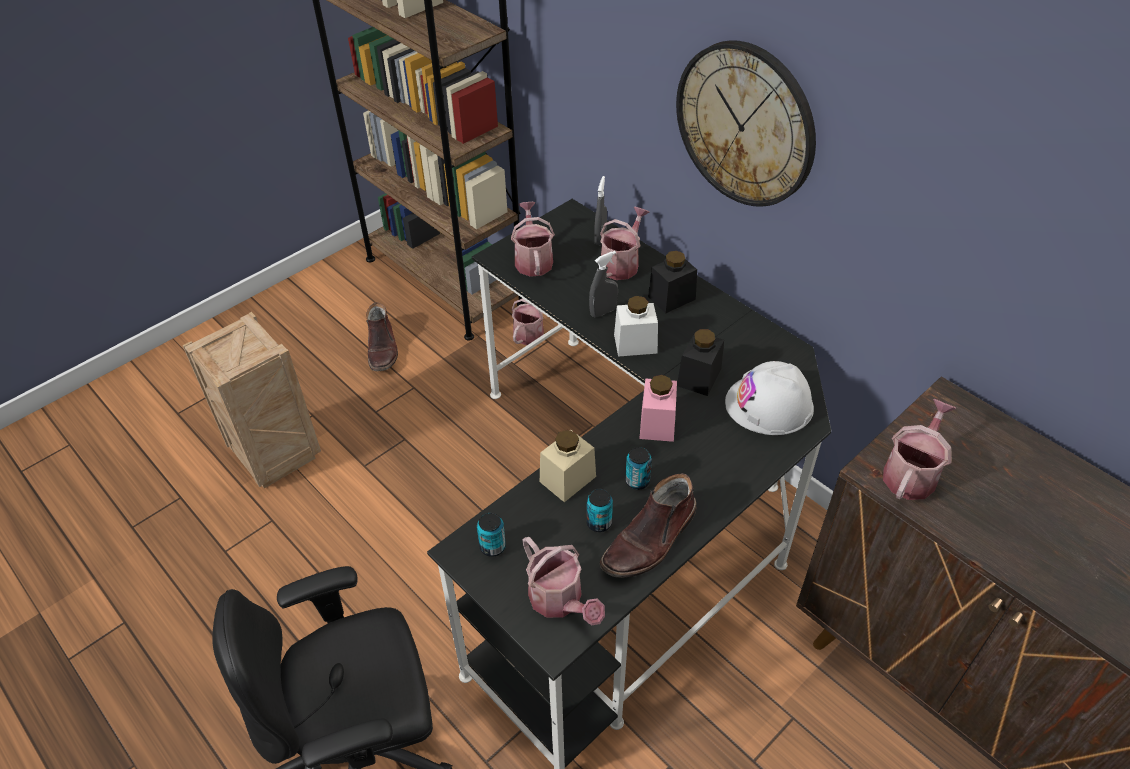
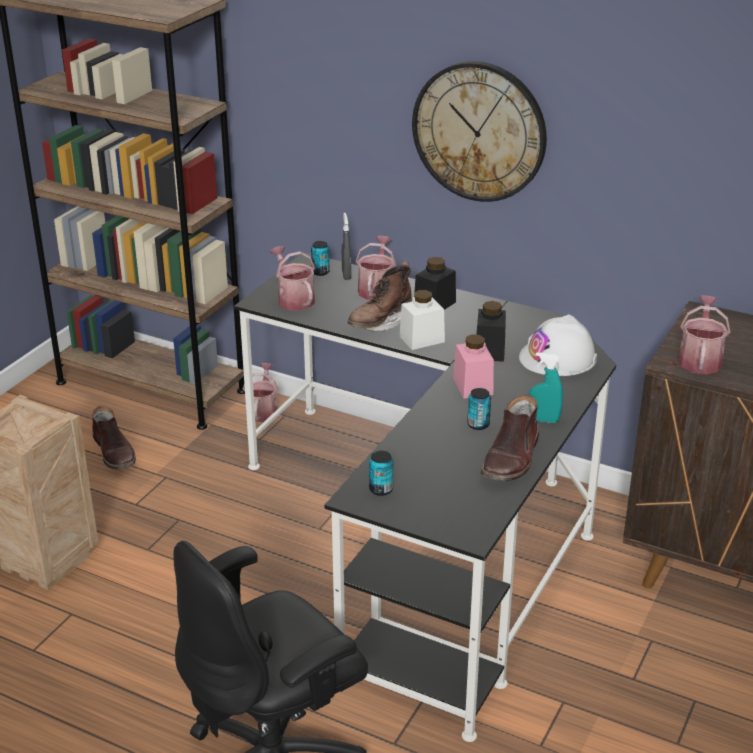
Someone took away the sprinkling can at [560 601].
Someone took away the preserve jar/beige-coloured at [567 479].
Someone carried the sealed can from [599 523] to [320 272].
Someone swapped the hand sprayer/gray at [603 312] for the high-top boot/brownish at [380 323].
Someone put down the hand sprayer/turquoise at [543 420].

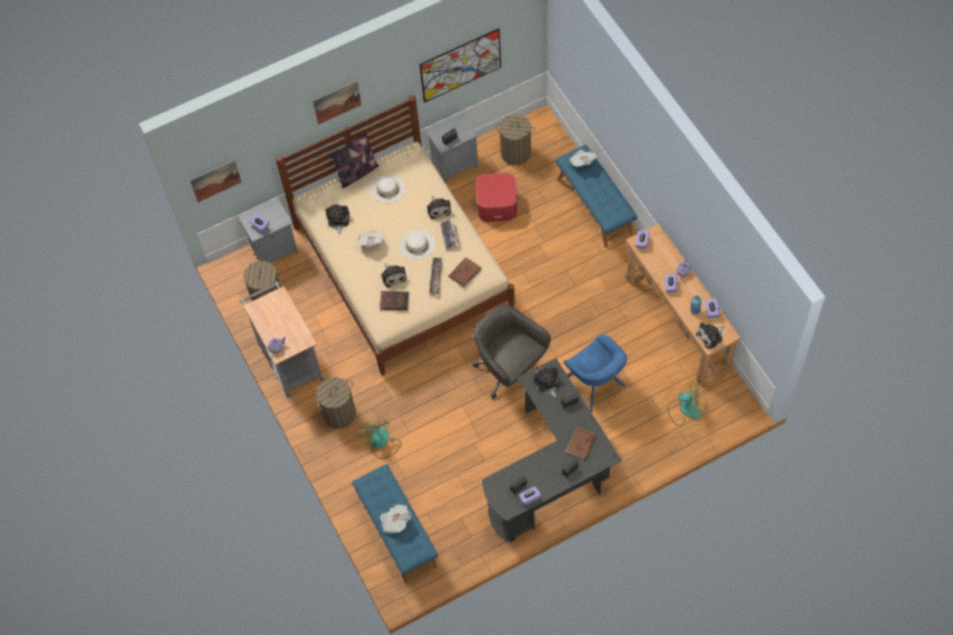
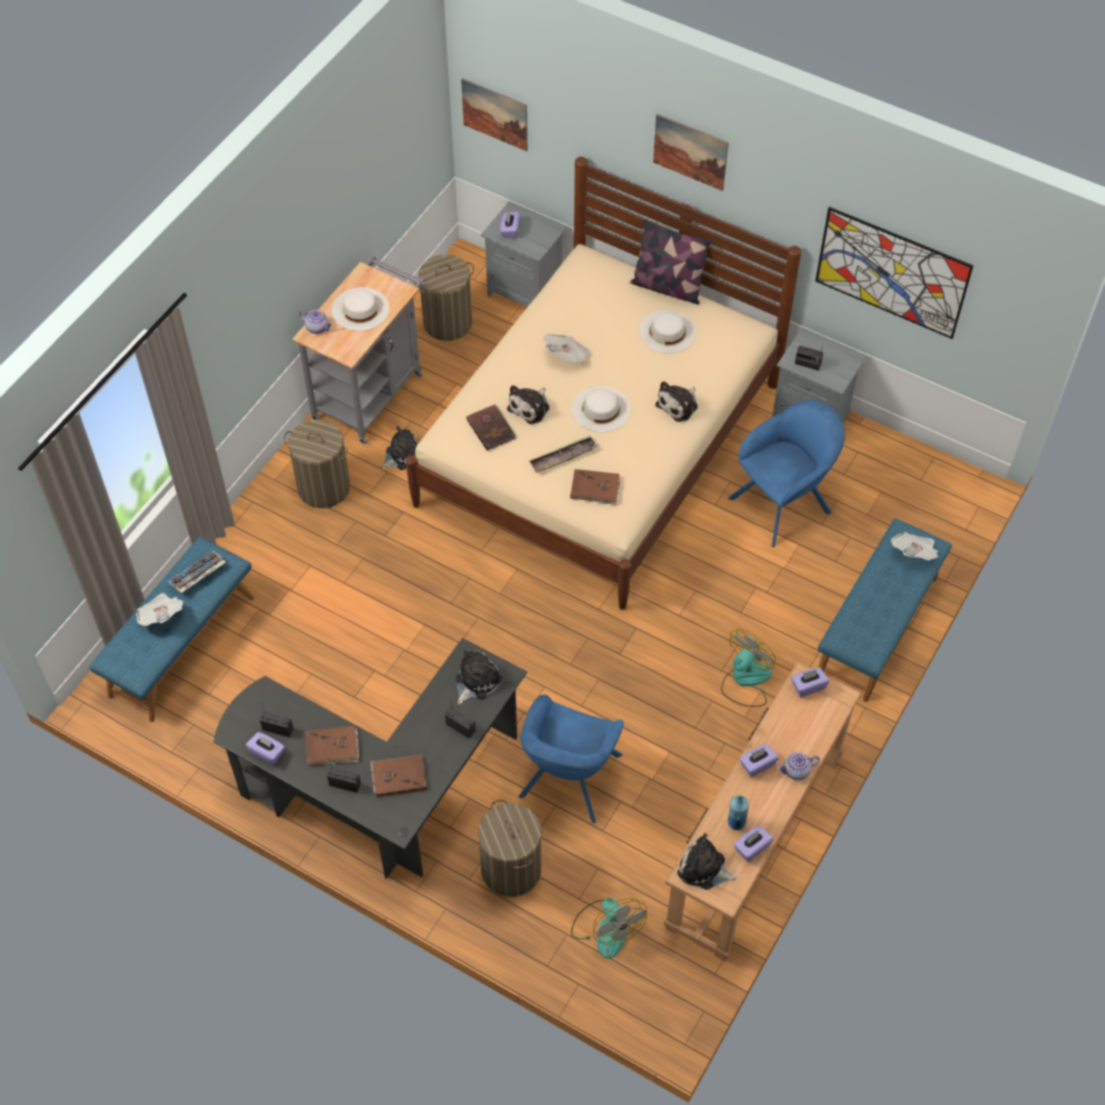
Someone carried the soft toy from [338 220] to [402 455].
Someone carried the fan from [381 443] to [745 680].
Someone carried the computer keyboard from [450 236] to [198 576].
Someone took away the office chair/gray at [510 371].
Someone swapped the pouffe at [497 204] for the lounge chair/bluish at [784 502].
Someone carried the laundry basket from [516 153] to [511 869].
Someone put down the book/brownish at [332 748].
Someone put down the hat/white-coloured at [360 309].

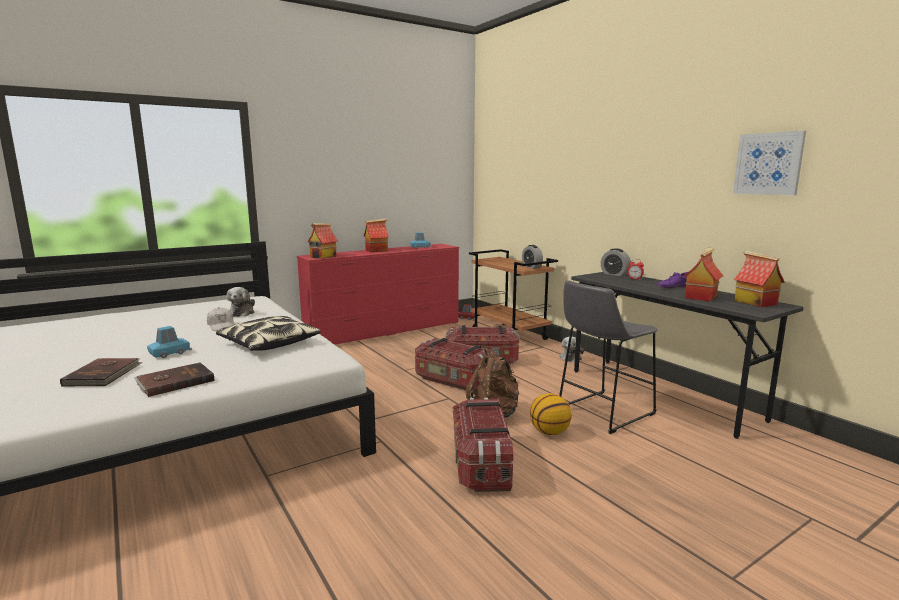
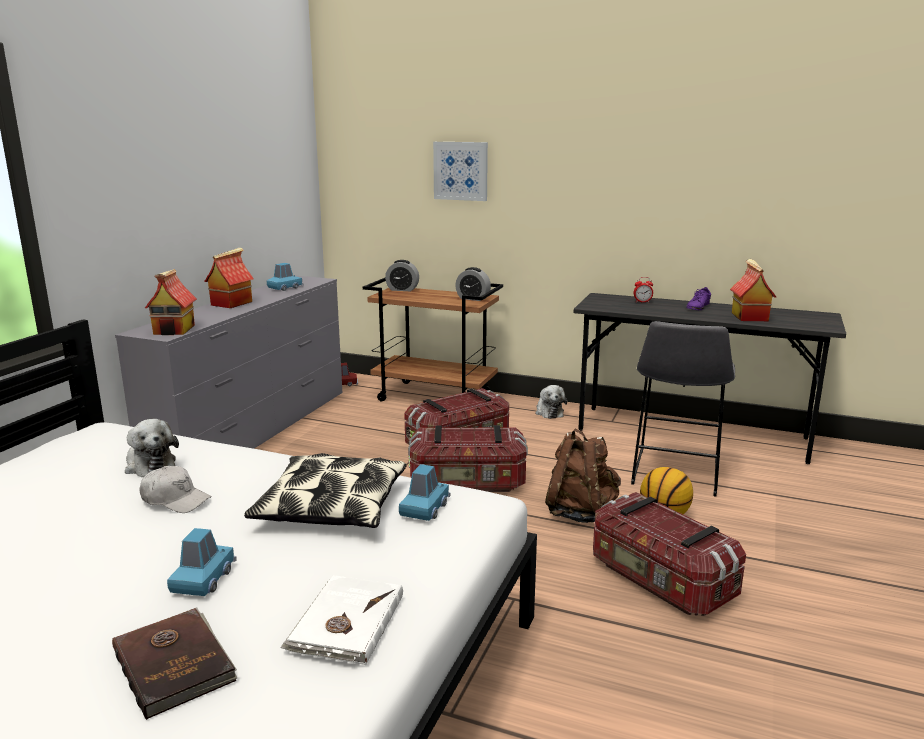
Someone repainted the book/brownish at [175 382], which became the book/white-coloured at [345 623].
Someone repainted the dresser/reddish at [385 331], which became the dresser/gray at [255 432].
Someone carried the bedside clock from [614 274] to [402 289].
Someone carried the wall picture from [768 164] to [461 171].
Someone took away the toy house at [754 302].
Someone put down the miniature car/bluish at [424 508].

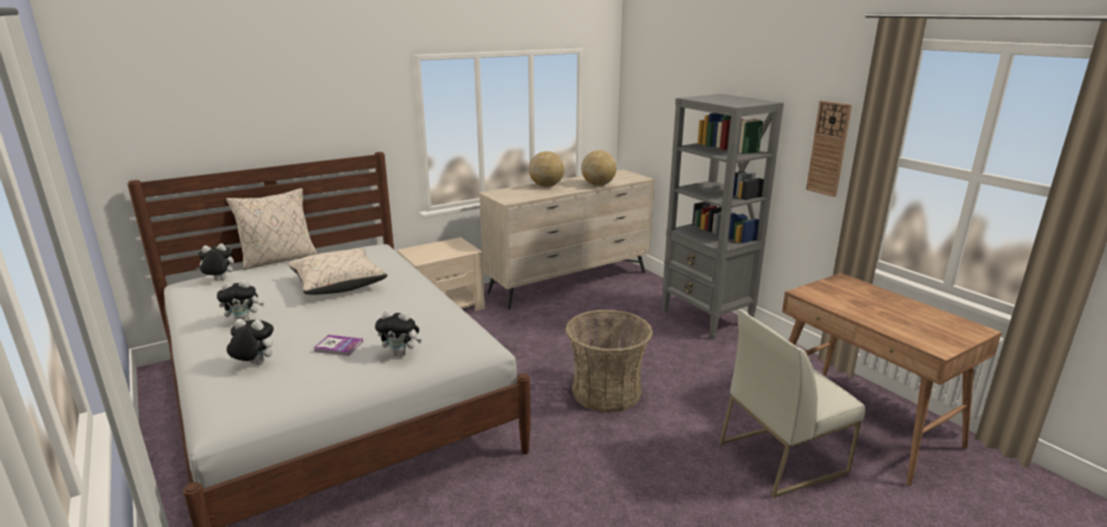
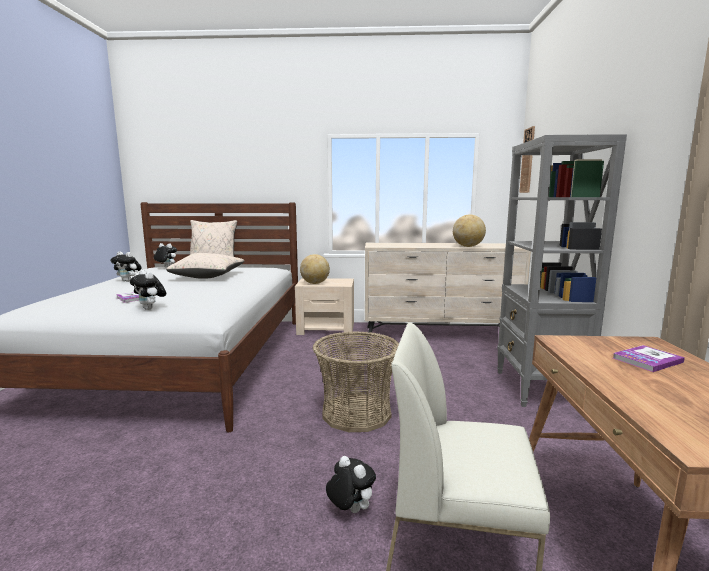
Someone carried the soft toy from [254 364] to [350 510].
Someone carried the world globe from [546 186] to [315 283].
Someone carried the wall clock from [828 148] to [527 160].
Someone put down the book at [647 360].

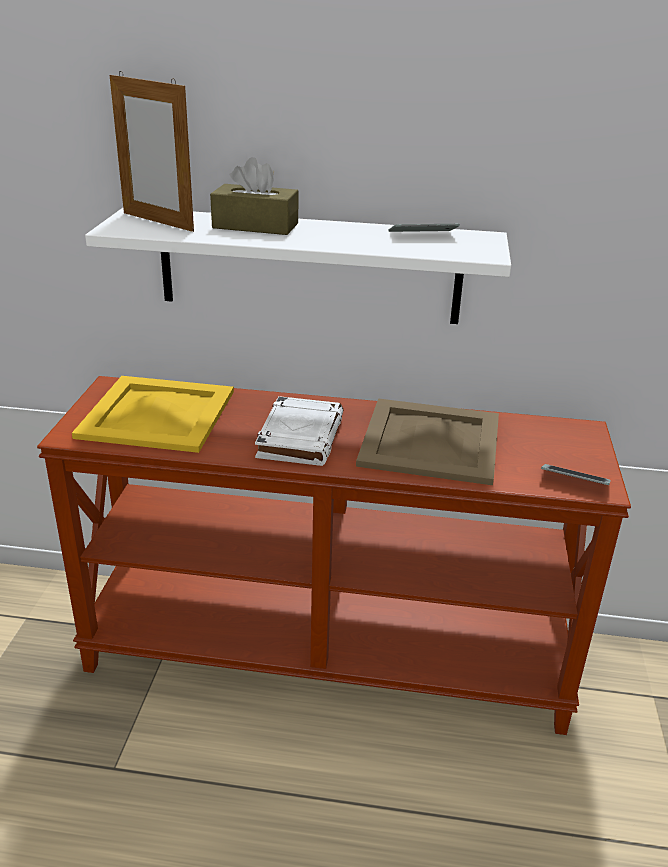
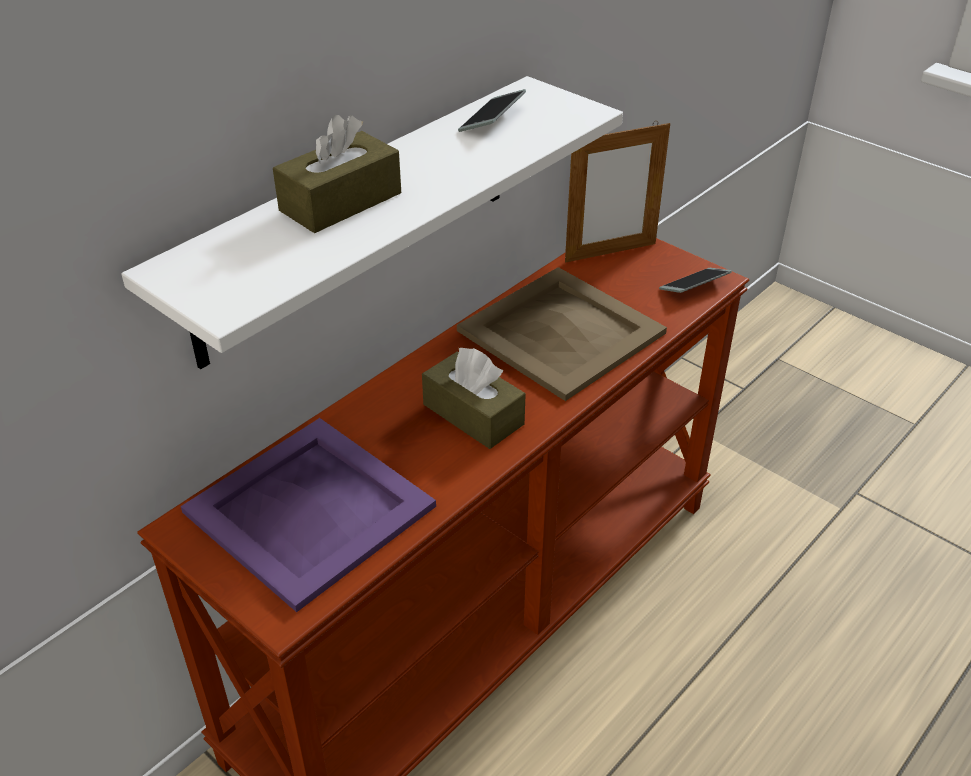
Someone repainted the carrying tray/yellowish at [159 413], which became the carrying tray/purple-coloured at [309 507].
Someone carried the picture frame from [158 222] to [610 252].
Someone swapped the book/white-coloured at [300 437] for the tissue holder/brownish at [473 414].

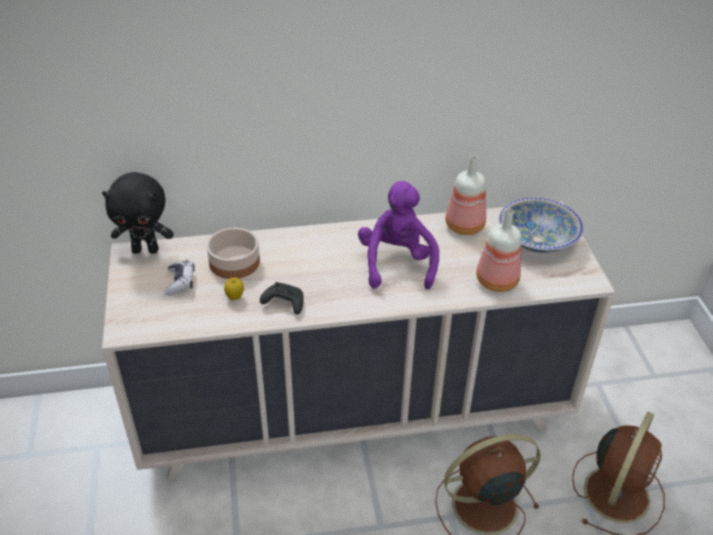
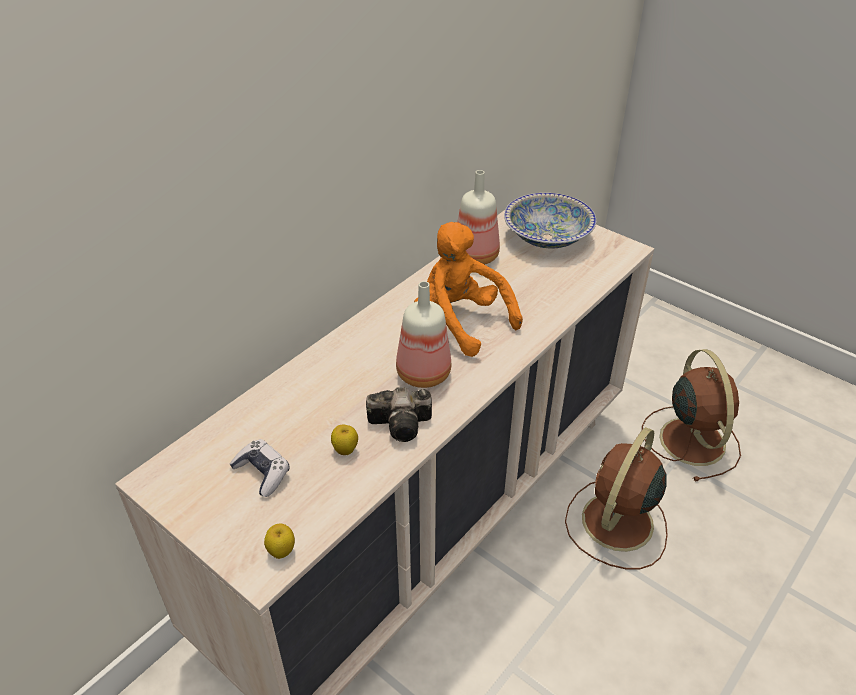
Someone took away the soft toy/blackish at [146 250].
Someone took away the deep dish at [235 262].
Someone swapped the joypad/blackish at [283 303] for the still camera at [403 424].
Someone repainted the soft toy/purple-coloured at [397 263], which became the soft toy/orange at [460 322].
Someone carried the beverage bottle from [495 281] to [422 375].
Someone put down the apple fruit at [282 551].

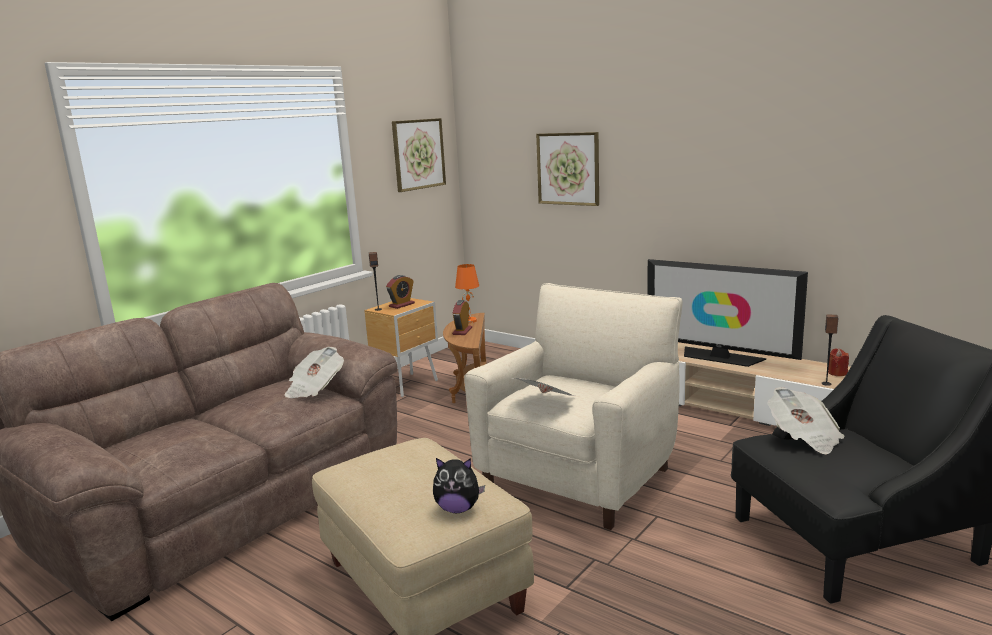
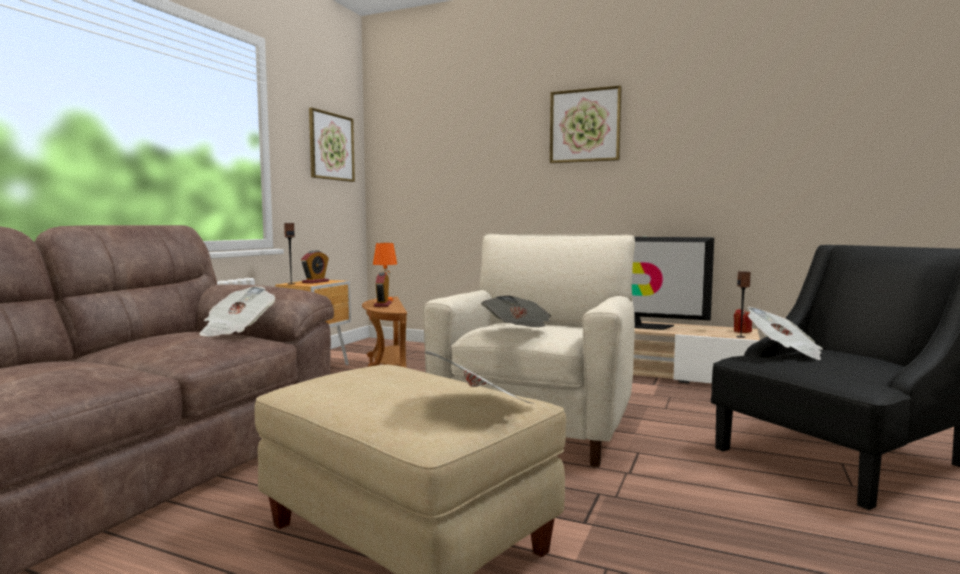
Someone swapped the soft toy at [458 509] for the daily paper at [479 407].
Someone carried the wall picture from [568 169] to [585 126].

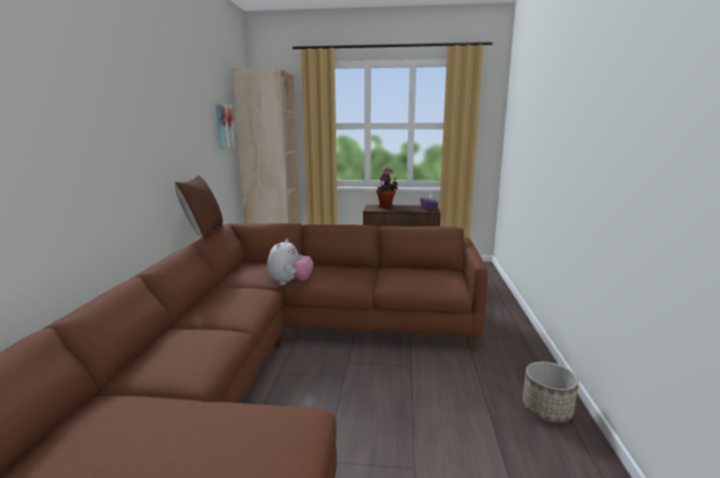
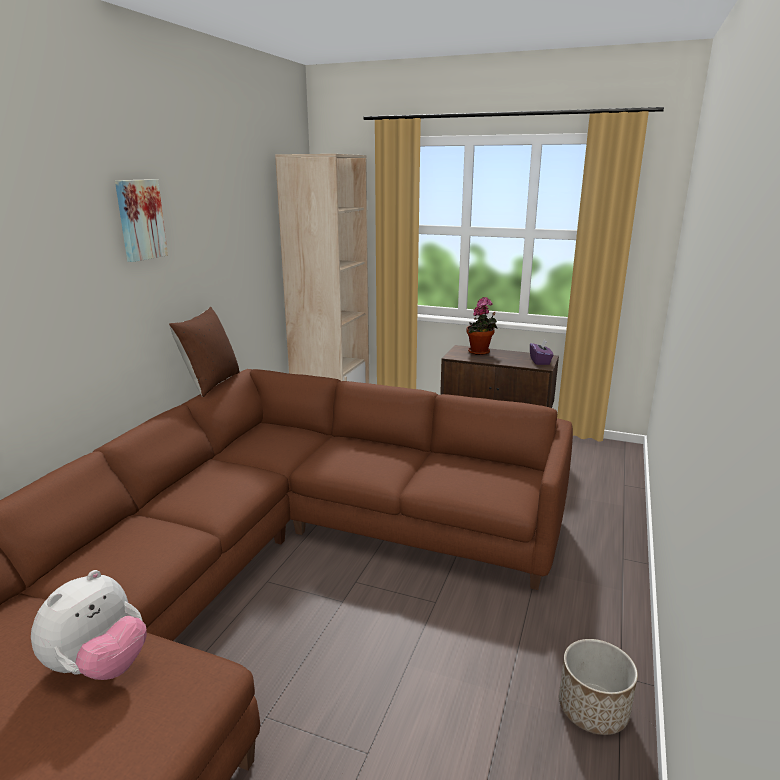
Someone carried the wall picture from [223 126] to [139 219].
Someone carried the soft toy from [290 283] to [99 667].

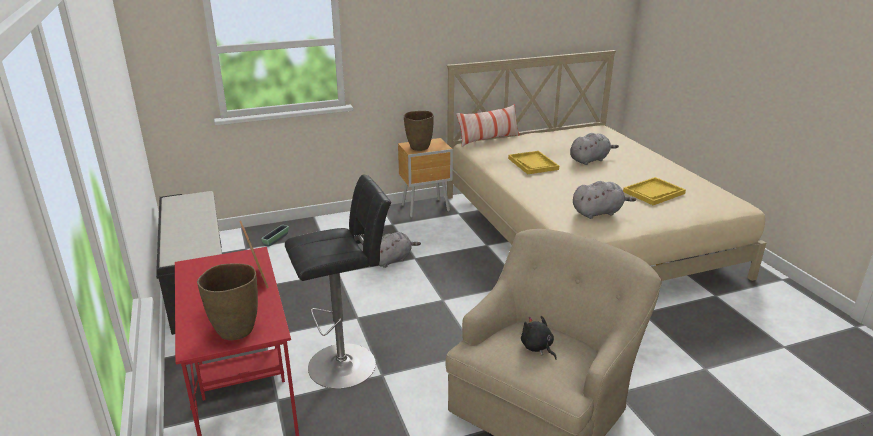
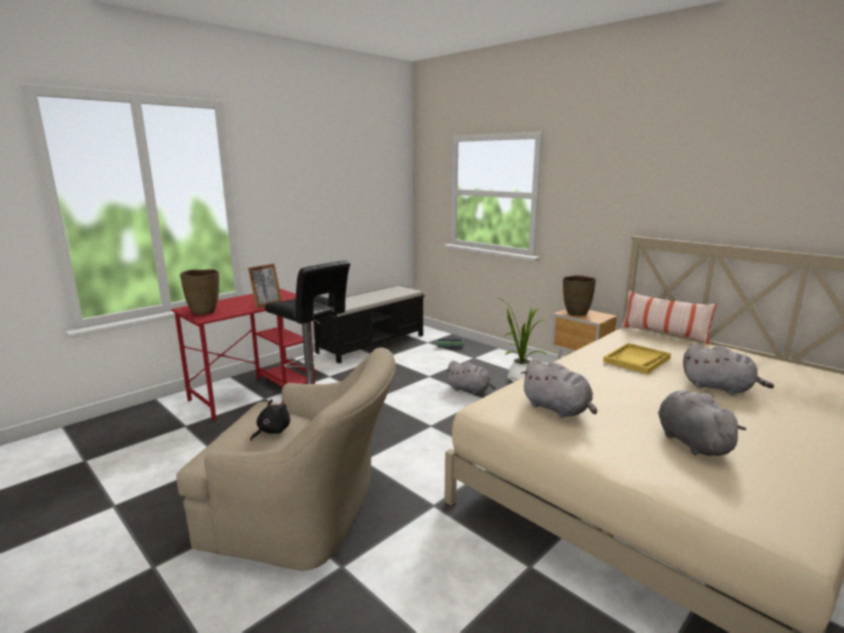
Someone swapped the carrying tray/yellowish at [653 193] for the soft toy/gray at [690 441].
Someone put down the plant in a pot at [519 378].

